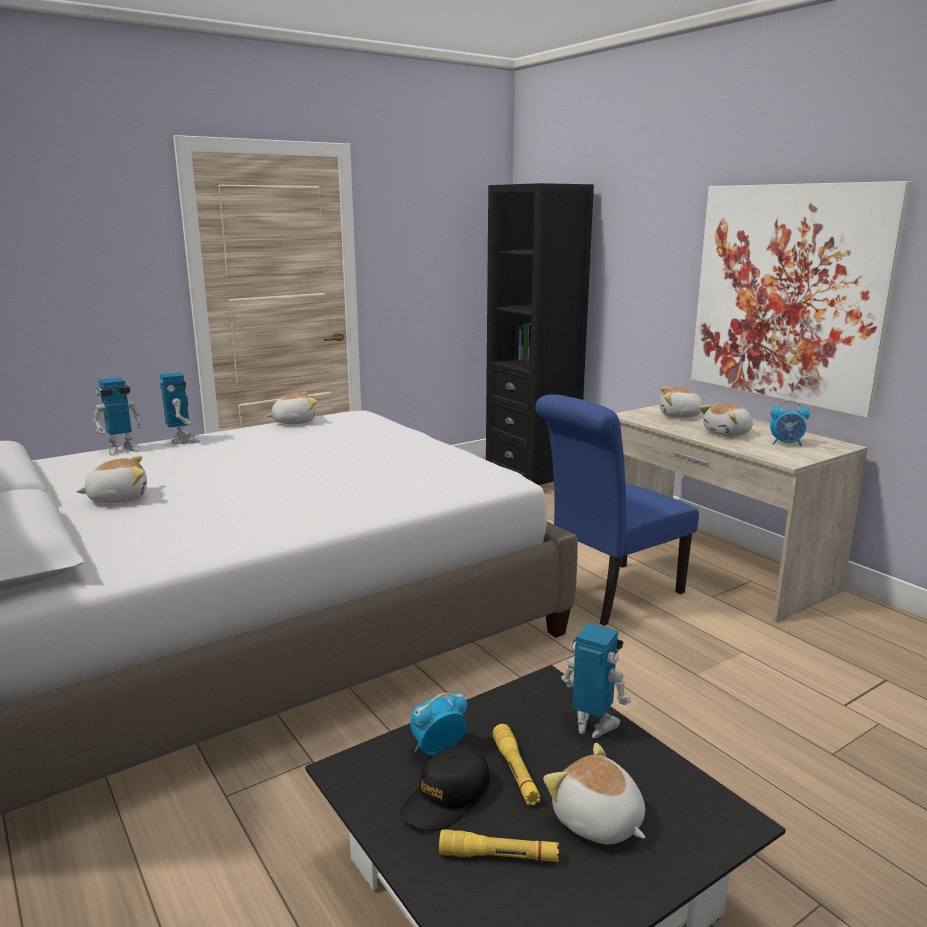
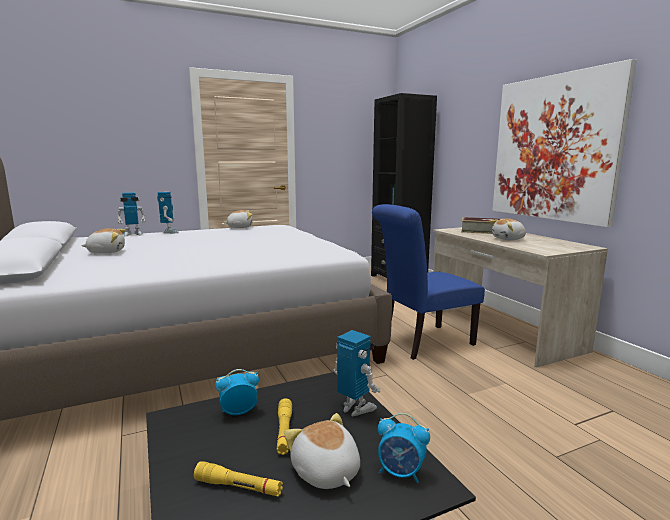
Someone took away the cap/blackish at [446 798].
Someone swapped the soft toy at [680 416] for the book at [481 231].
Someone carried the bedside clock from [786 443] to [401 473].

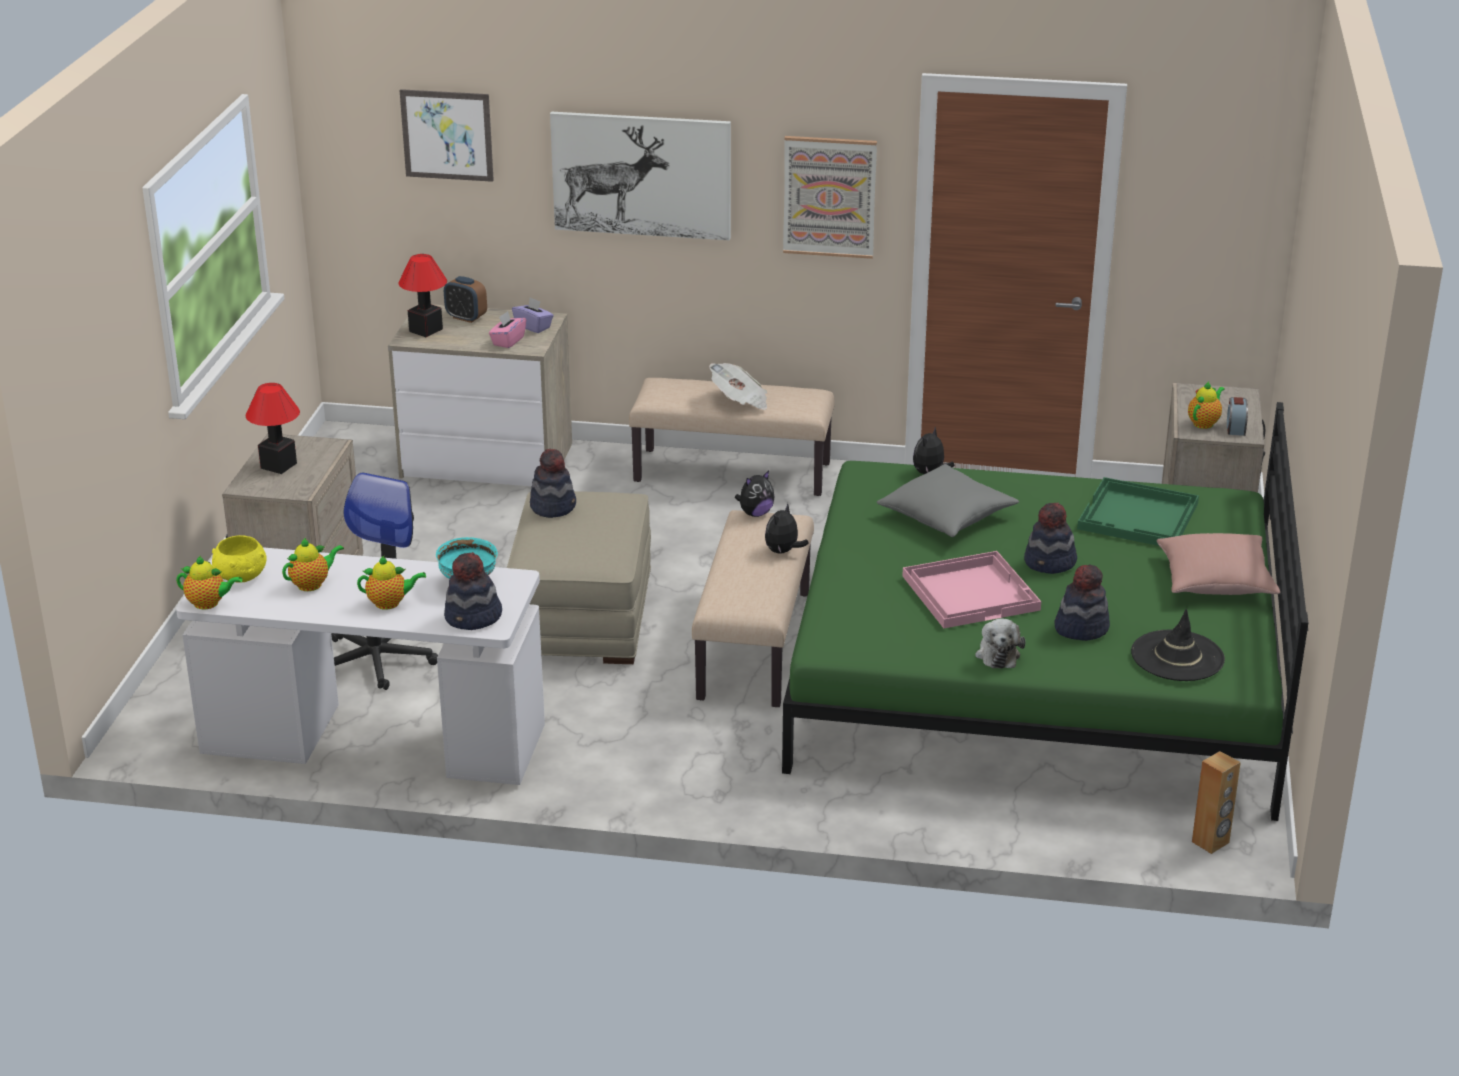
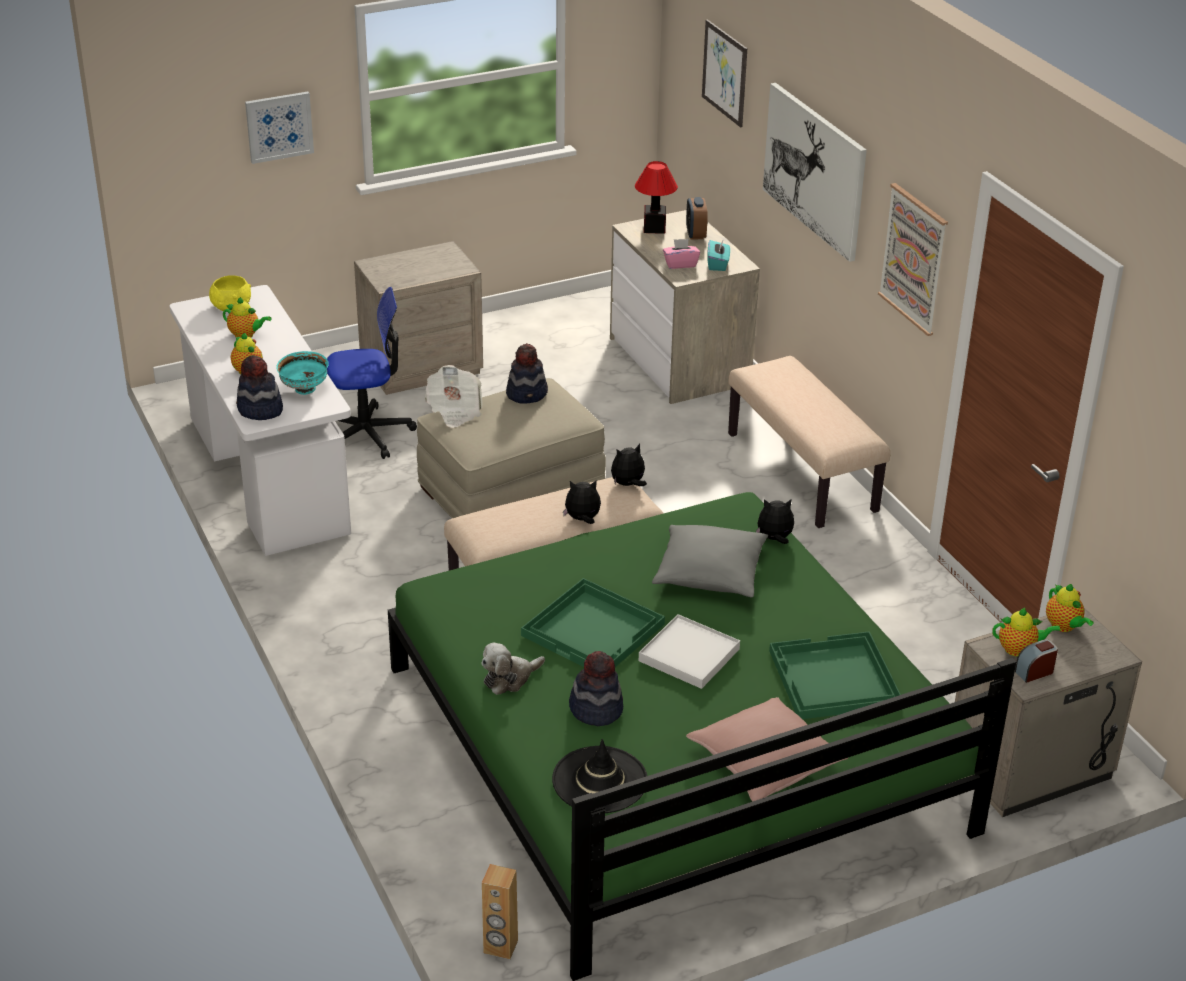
Someone carried the tea pot from [209 603] to [1064 626].
Someone took away the lamp for a table at [279 465].
Someone repainted the tissue holder/purple-coloured at [533 327], which became the tissue holder/turquoise at [718 264].
Someone carried the daily paper from [740 401] to [454 411].
Someone rotated the soft toy at [755 513] by 135 degrees clockwise.
Someone repainted the carrying tray/pink-coloured at [971 592], which became the carrying tray/greenish at [594 629].
Someone swapped the hat at [1050 563] for the carrying tray/white-coloured at [689 655].
Someone put up the wall picture at [279 126].

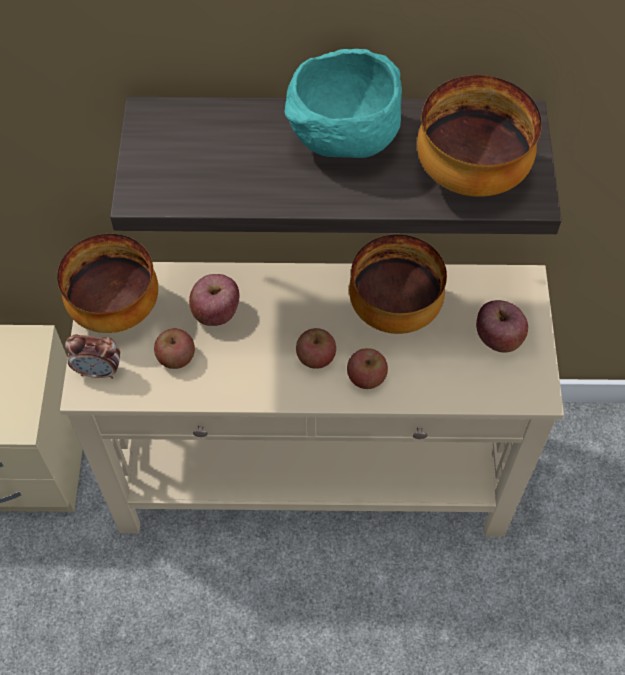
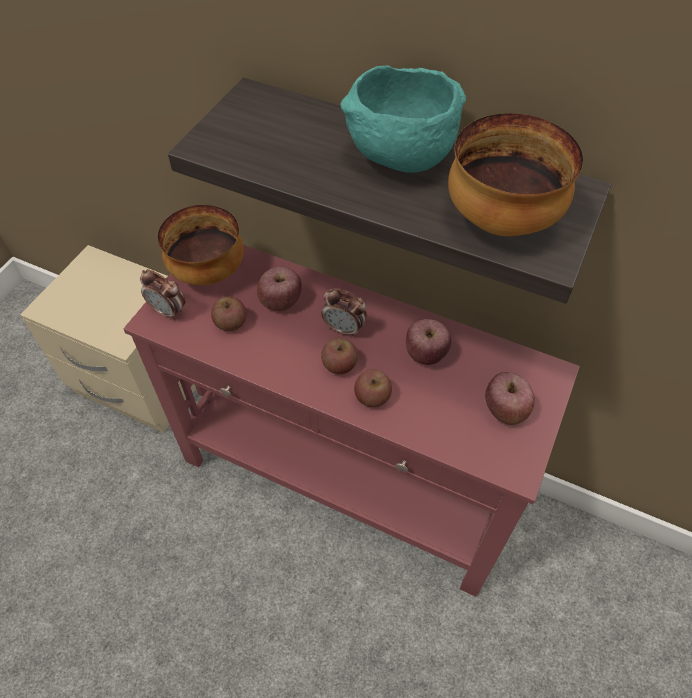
Someone repainted the hall table/beige-coloured at [314 473], which became the hall table/reddish at [347 479].
Someone swapped the deep dish at [395 311] for the apple fruit at [425 354].
Someone put down the bedside clock at [344 329].

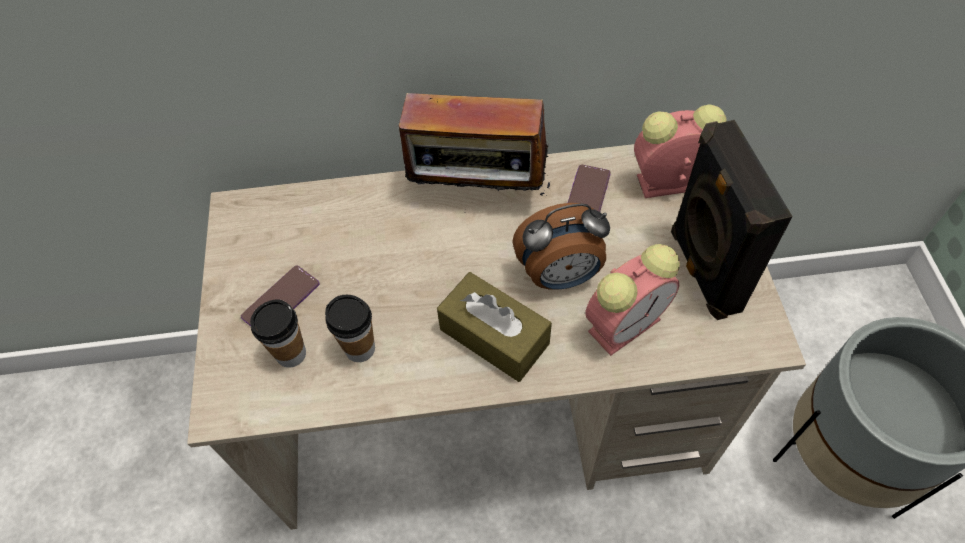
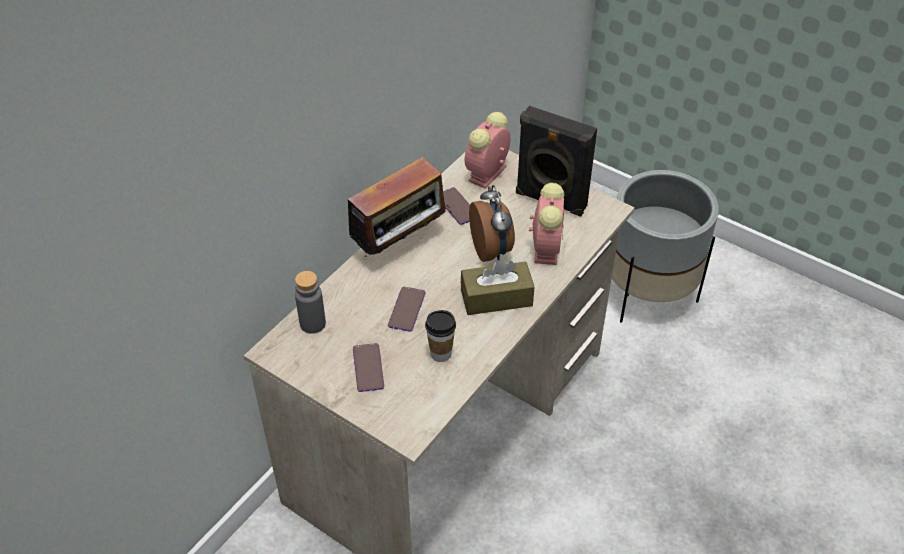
Someone took away the small cup at [291 354].
Someone rotated the bedside clock at [560 276] by 45 degrees counterclockwise.
Someone put down the beverage bottle/gray at [312 323].
Someone put down the phone at [406 309].

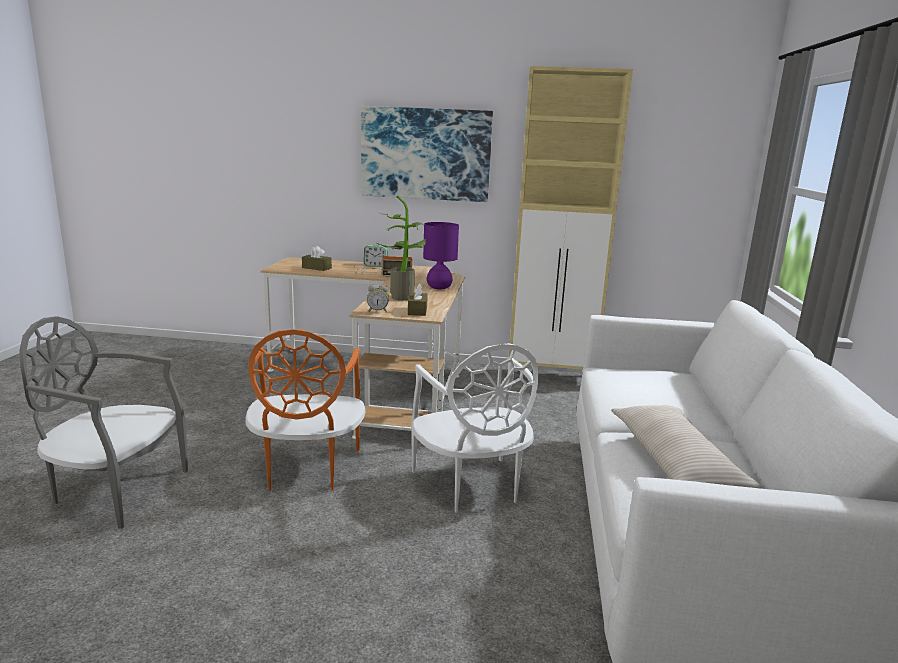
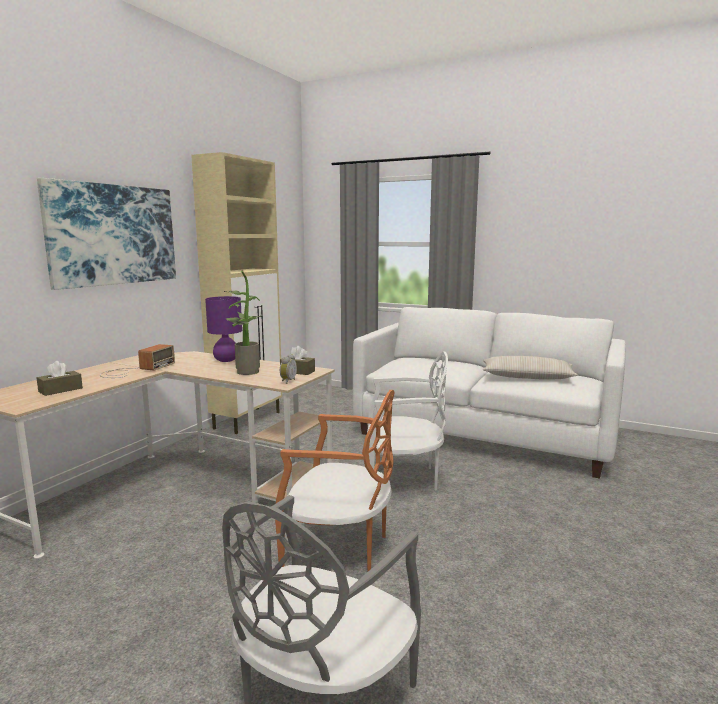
Someone took away the bedside clock at [375 265].

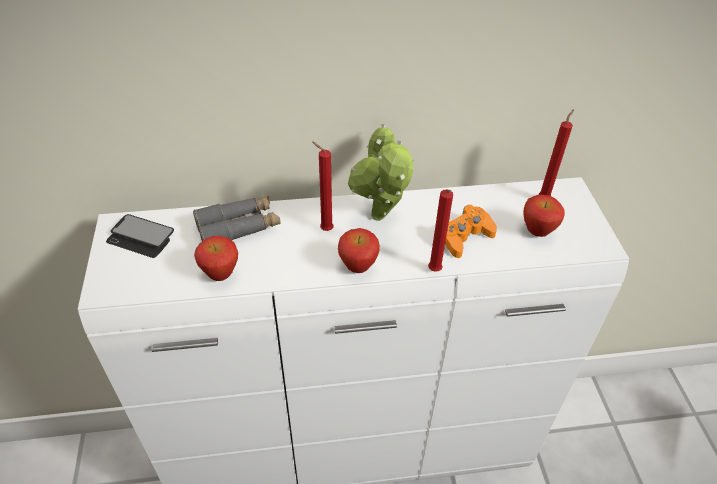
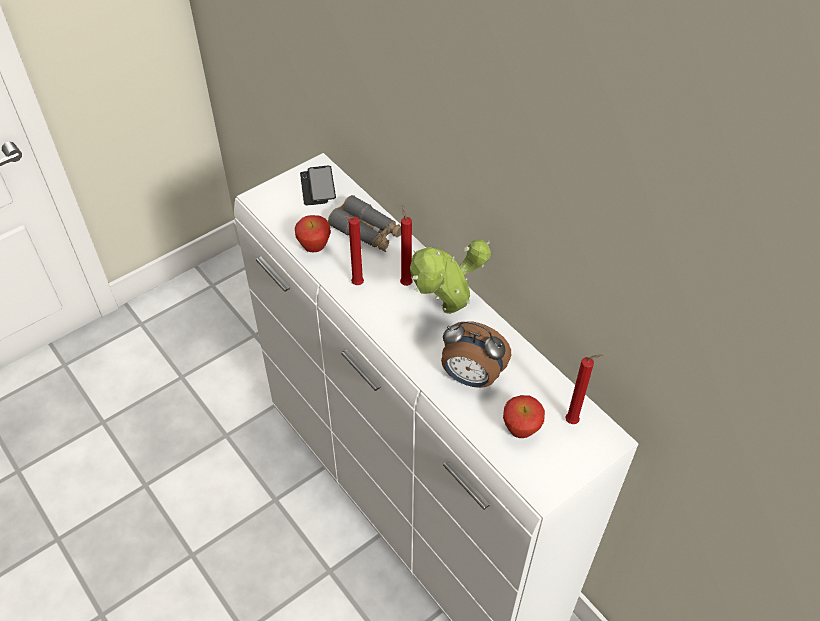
Someone took away the apple fruit at [358 267].
Someone carried the wax candle/reddish from [434 272] to [355 284].
Someone swapped the joypad/orange at [463 236] for the bedside clock at [471 377].

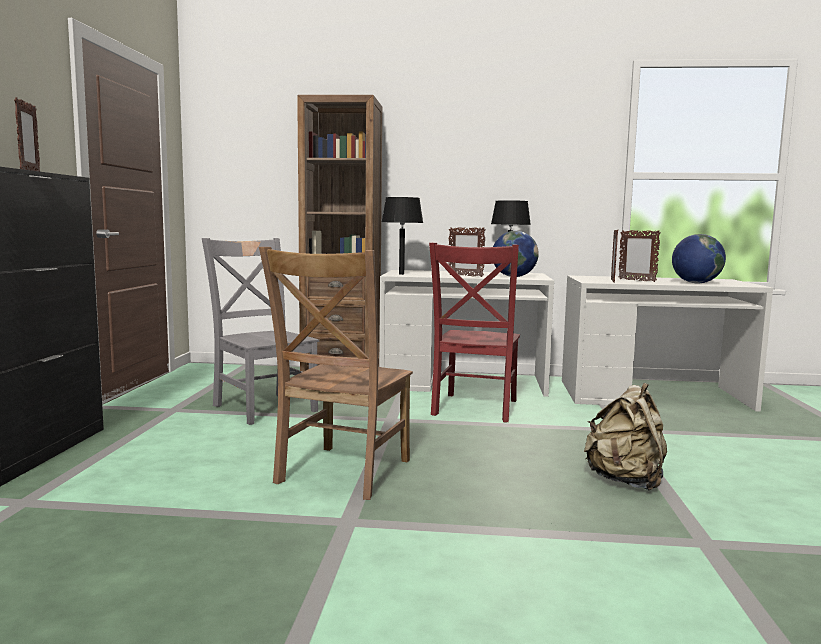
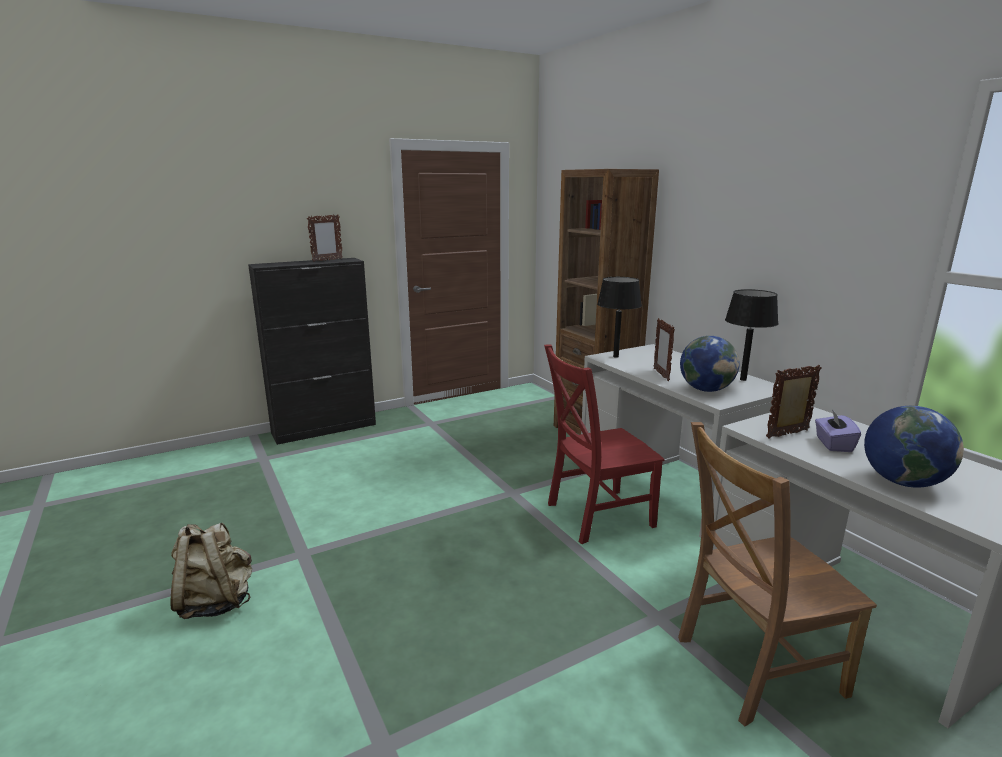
Someone took away the chair/gray at [263 407].
Someone carried the chair/brownish from [341 473] to [753 667].
Someone carried the rucksack/beige-coloured from [625 481] to [216 602].
Someone swapped the picture frame at [636 280] for the tissue holder/purple-coloured at [833 444].

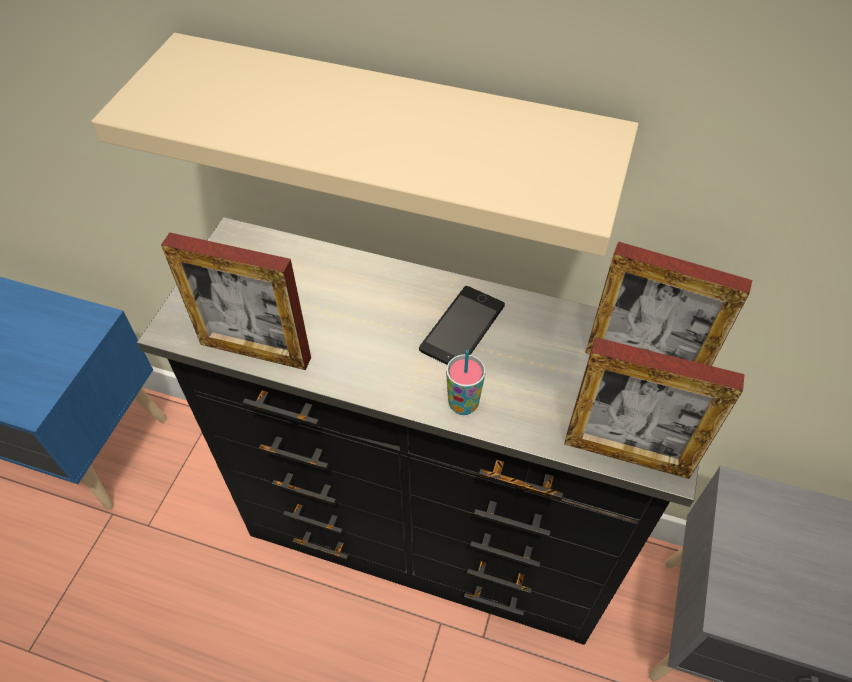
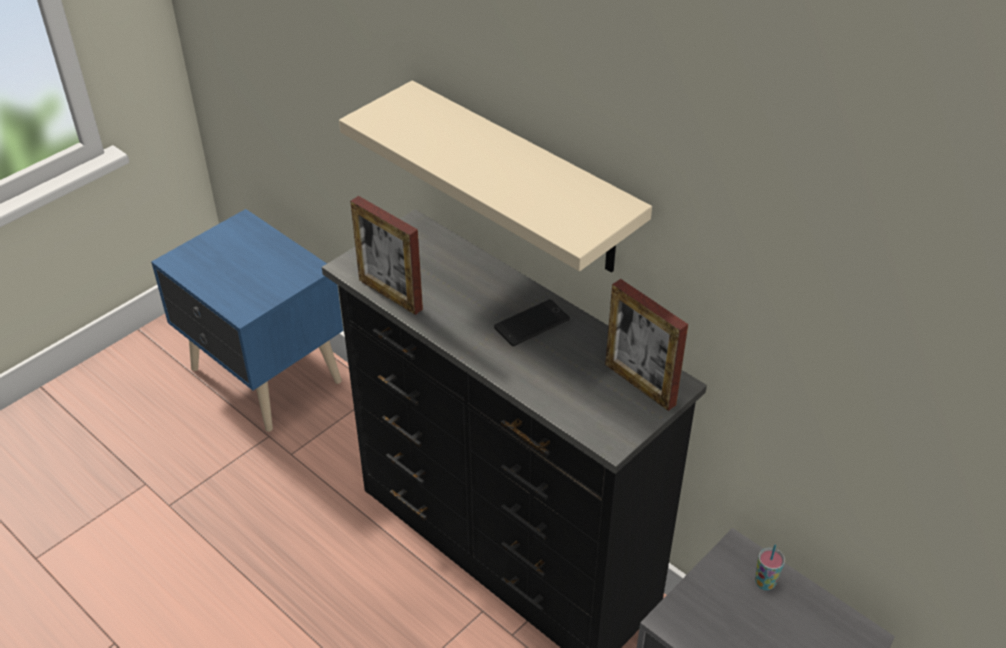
Someone carried the small cup from [463 404] to [765 583].
Someone took away the picture frame at [627 454].

